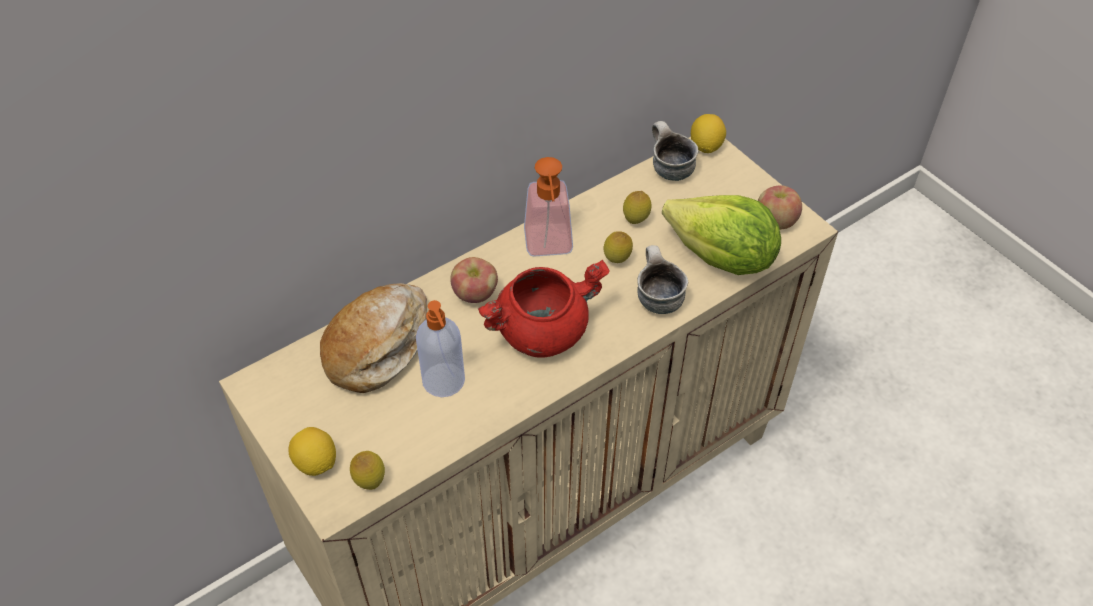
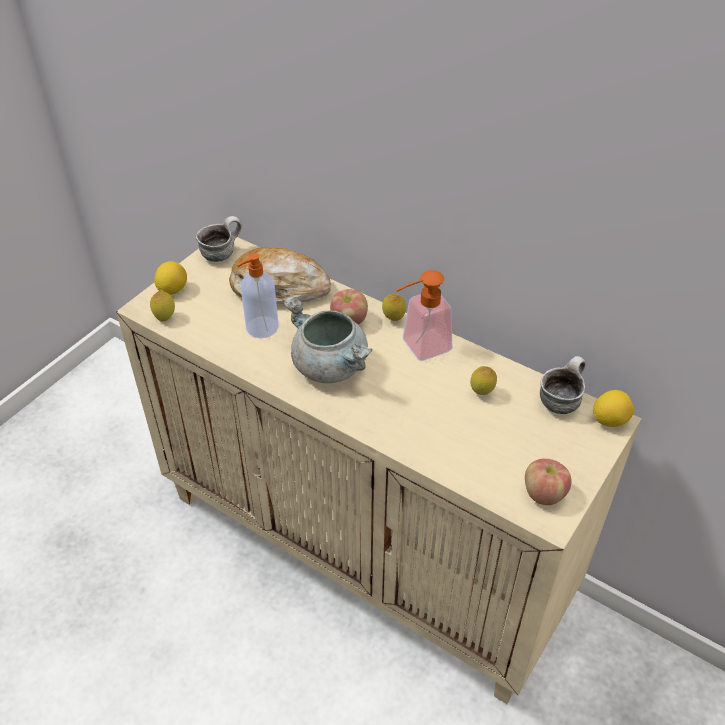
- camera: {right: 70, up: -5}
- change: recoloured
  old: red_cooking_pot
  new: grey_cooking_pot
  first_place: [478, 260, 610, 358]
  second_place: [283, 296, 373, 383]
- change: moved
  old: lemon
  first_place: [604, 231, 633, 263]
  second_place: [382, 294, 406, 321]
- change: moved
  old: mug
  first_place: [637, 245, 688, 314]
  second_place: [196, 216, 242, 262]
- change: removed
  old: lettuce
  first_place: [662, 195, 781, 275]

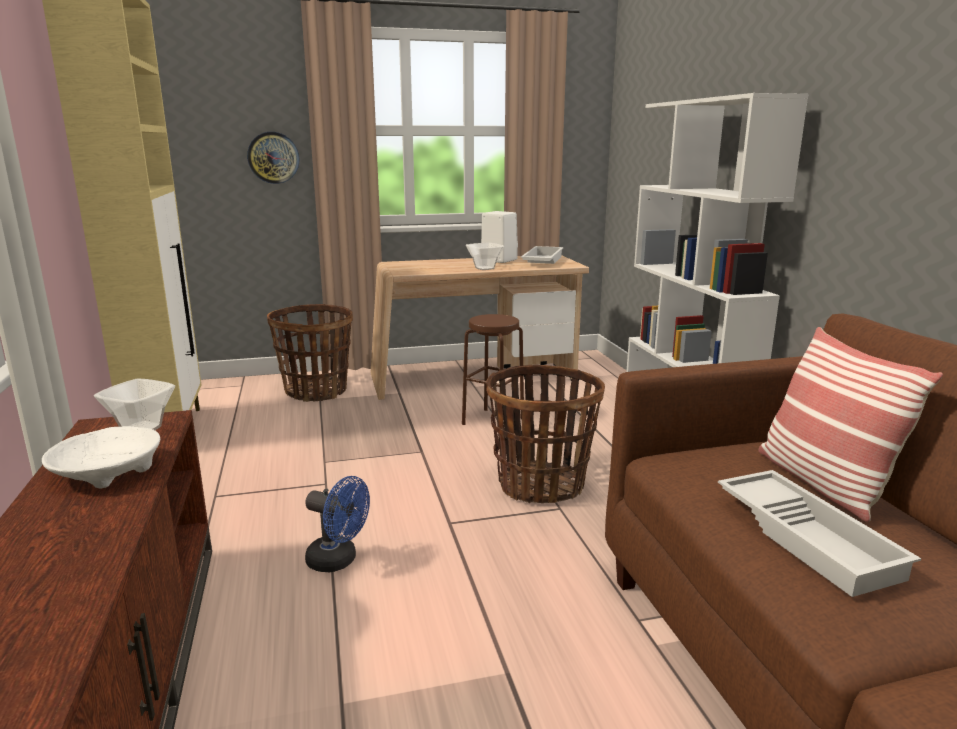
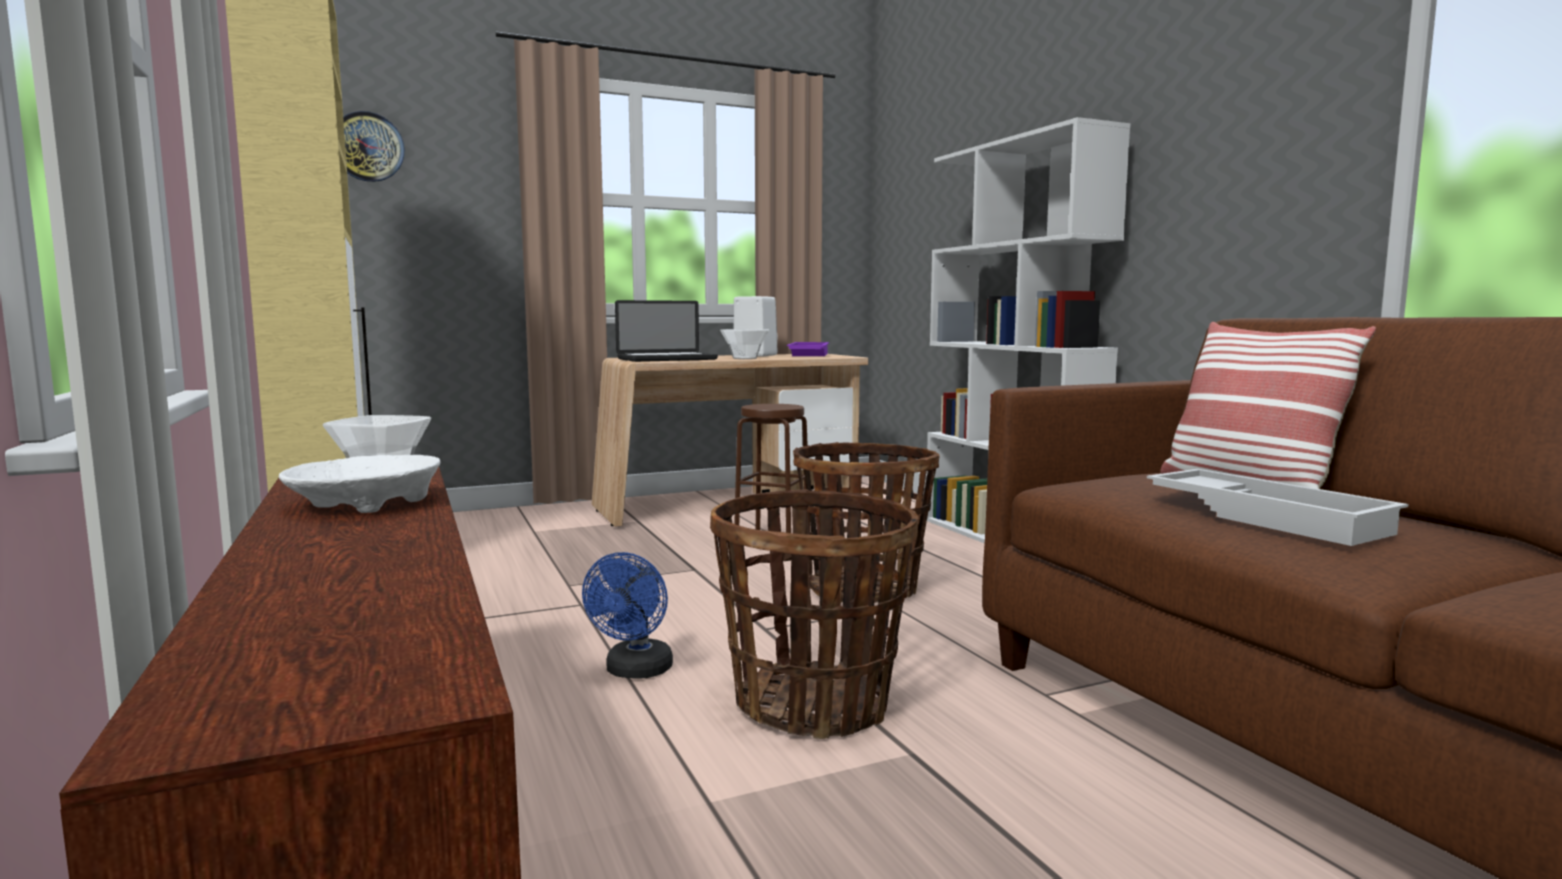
- camera: {right: -10, up: -10}
- change: moved
  old: wall_clock
  first_place: [247, 132, 299, 184]
  second_place: [343, 111, 404, 182]
- change: moved
  old: basket
  first_place: [267, 304, 353, 402]
  second_place: [710, 489, 919, 739]
- change: turned
  old: blue_fan
  first_place: [305, 476, 370, 572]
  second_place: [582, 552, 673, 678]
  degrees: 90
- change: recoloured
  old: white_tray
  new: purple_tray
  first_place: [521, 246, 564, 264]
  second_place: [787, 342, 829, 356]
- change: added
  new: laptop
  second_place: [615, 300, 718, 362]

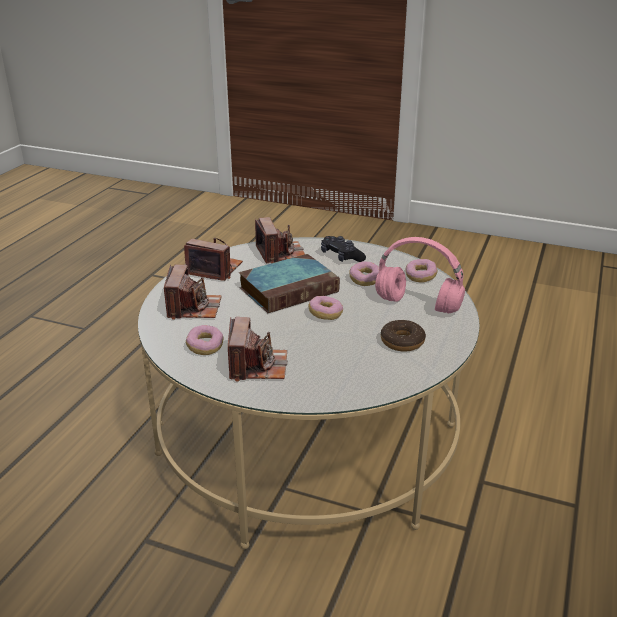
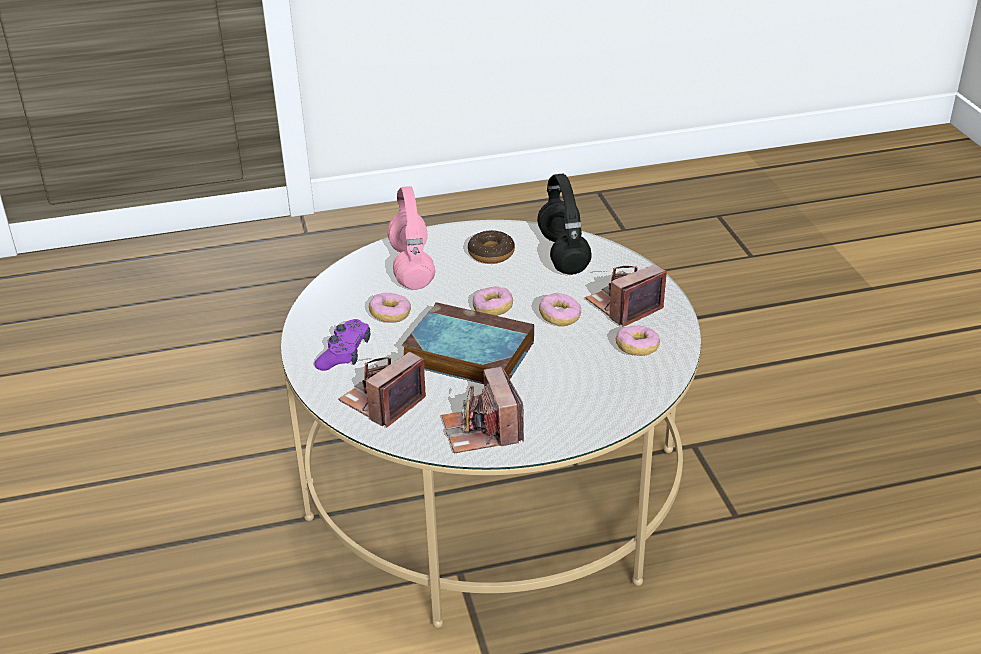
- camera: {right: -125, up: 5}
- change: removed
  old: photo_camera
  first_place: [164, 265, 222, 320]
- change: recoloured
  old: black_game_controller
  new: purple_game_controller
  first_place: [321, 236, 366, 262]
  second_place: [314, 319, 371, 370]
- change: moved
  old: donut
  first_place: [406, 259, 437, 283]
  second_place: [539, 293, 581, 326]
- change: added
  new: black_headphones
  second_place: [537, 174, 592, 275]

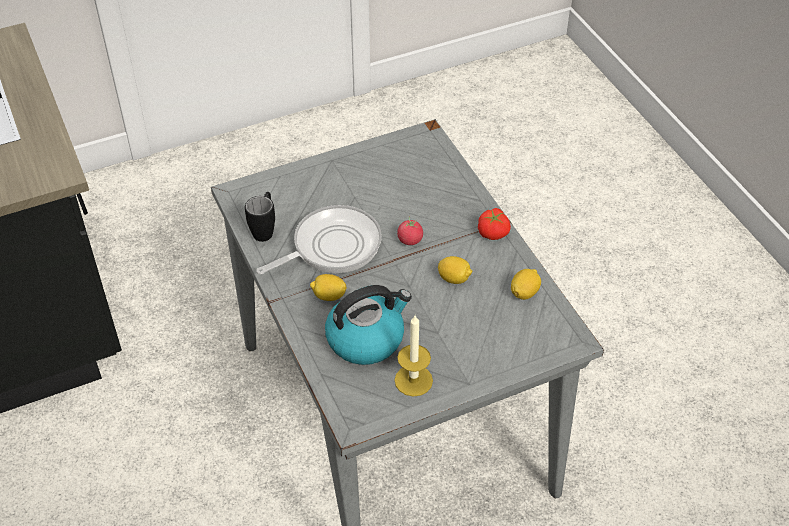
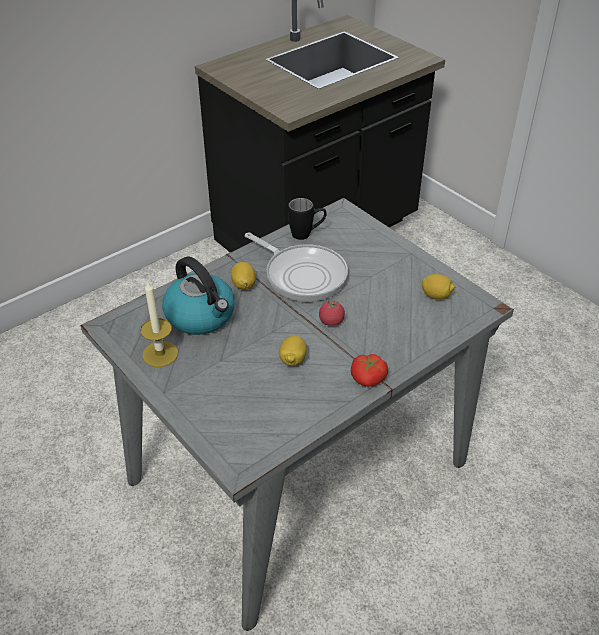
- camera: {right: 75, up: -5}
- change: moved
  old: lemon
  first_place: [511, 269, 541, 300]
  second_place: [422, 274, 455, 300]

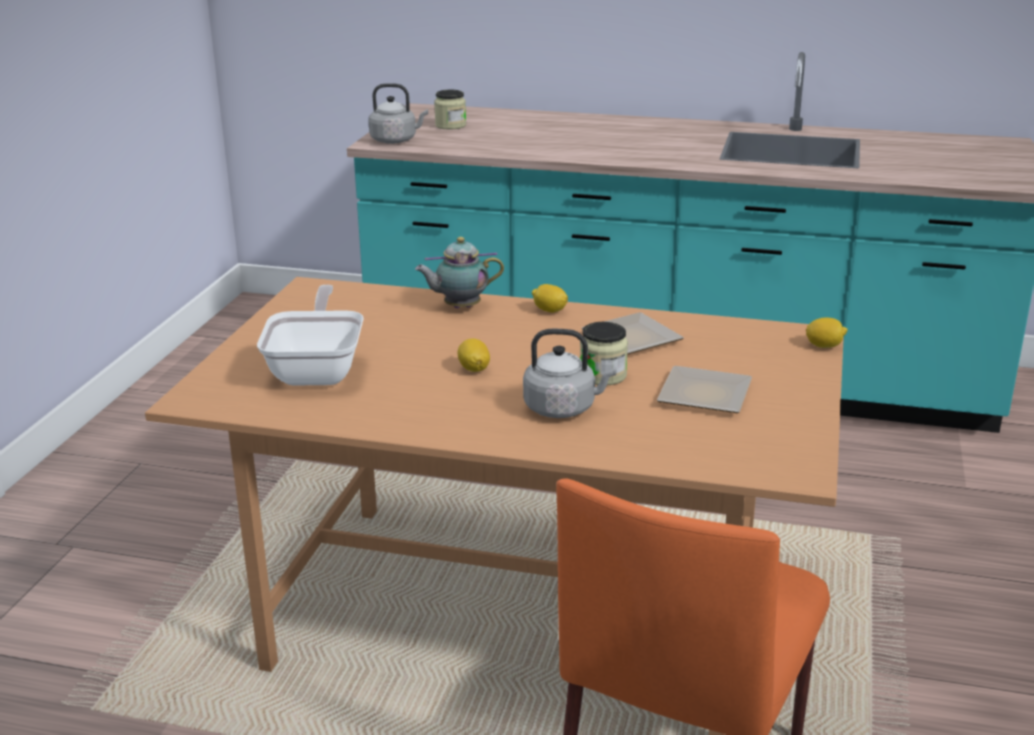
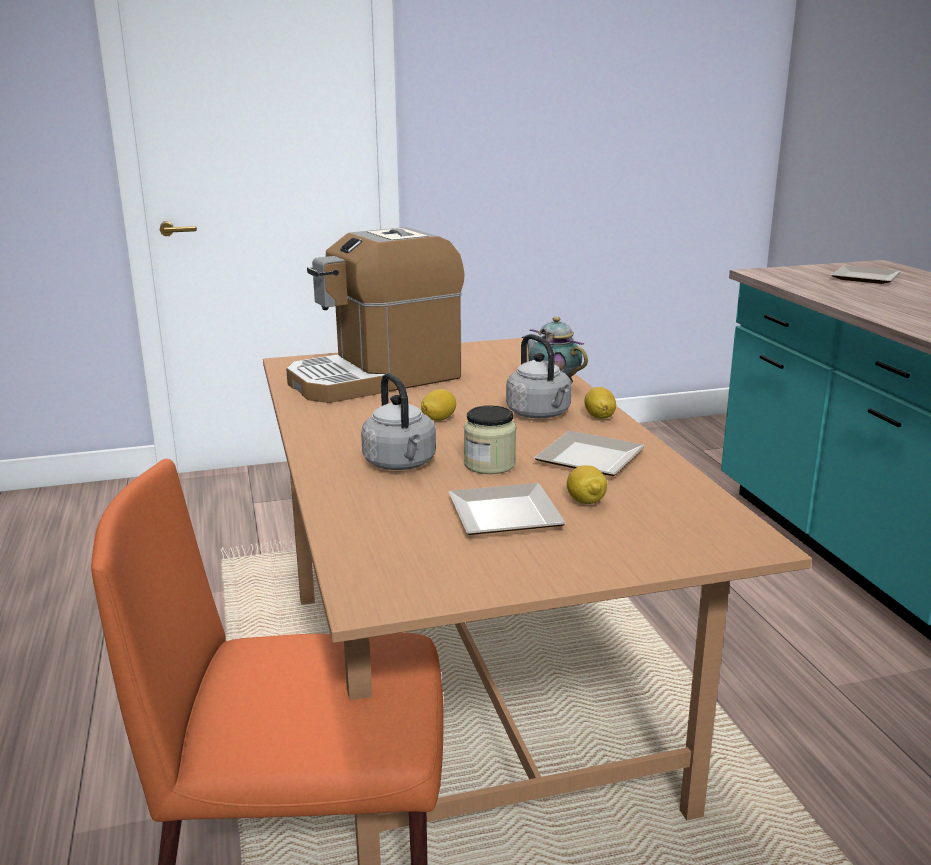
- camera: {right: 60, up: -5}
- change: replaced
  old: frying_pan
  new: coffee_machine
  first_place: [257, 285, 364, 386]
  second_place: [286, 227, 465, 403]
- change: moved
  old: grey_kettle
  first_place: [369, 83, 428, 144]
  second_place: [506, 334, 572, 418]
- change: replaced
  old: jar
  new: plate
  first_place: [434, 90, 466, 130]
  second_place: [831, 265, 901, 284]
- change: moved
  old: lemon
  first_place: [806, 318, 848, 348]
  second_place: [567, 465, 607, 504]

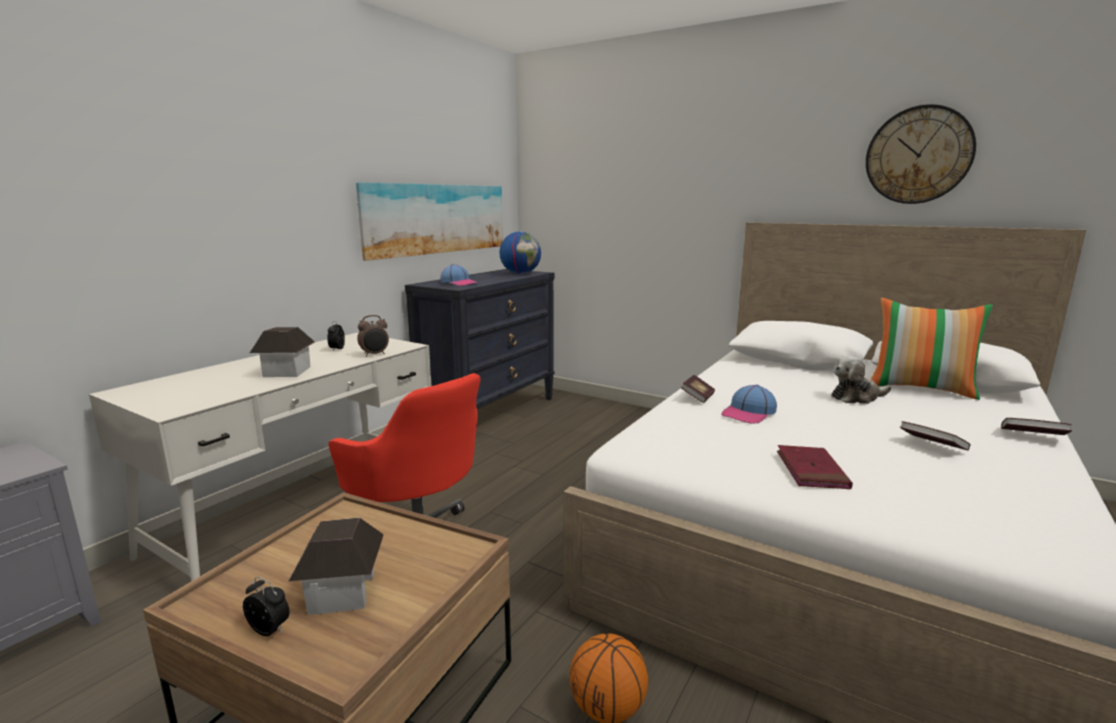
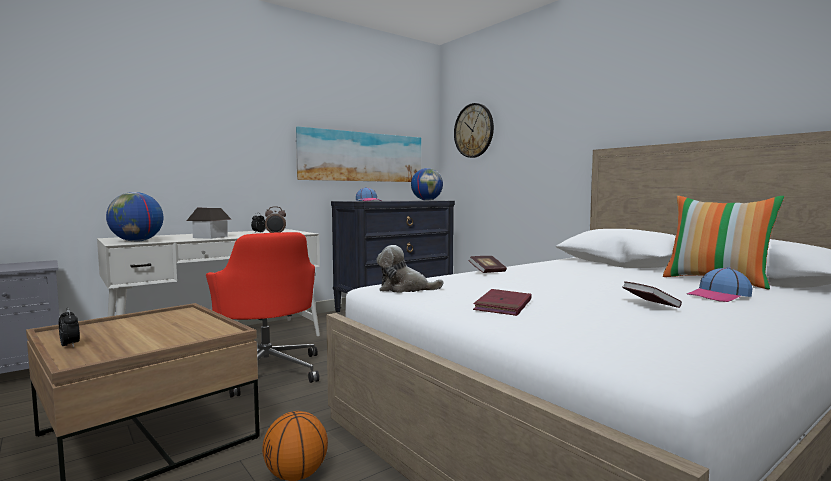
- camera: {right: 20, up: -10}
- change: removed
  old: toy_house
  first_place: [289, 517, 384, 615]
- change: moved
  old: cap
  first_place: [721, 384, 777, 424]
  second_place: [687, 267, 752, 302]
- change: moved
  old: plush_toy
  first_place: [832, 356, 891, 404]
  second_place: [376, 245, 443, 293]
- change: moved
  old: wall_clock
  first_place: [866, 104, 976, 204]
  second_place: [454, 103, 494, 158]
- change: removed
  old: book
  first_place: [1001, 418, 1072, 435]
- change: added
  new: globe
  second_place: [106, 192, 163, 242]

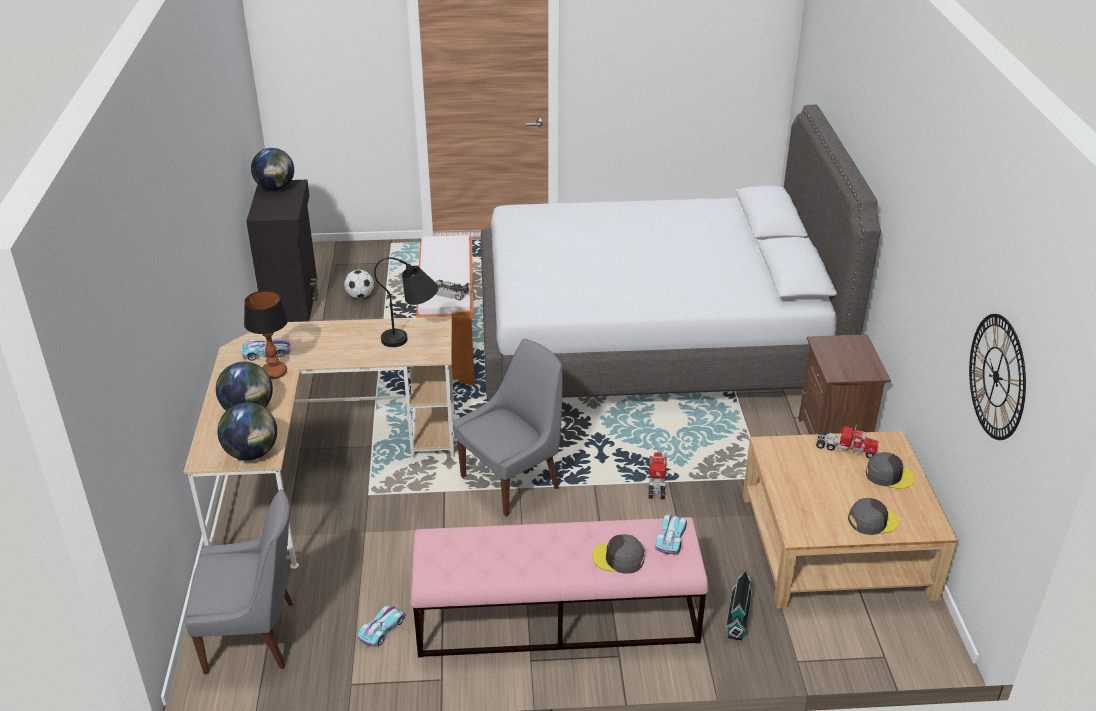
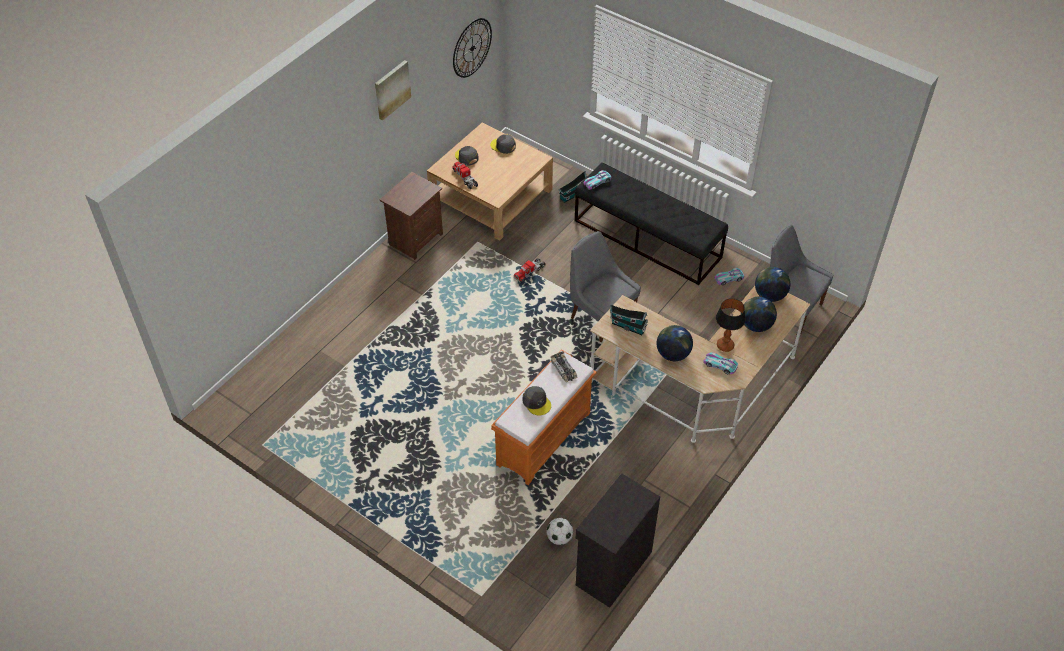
- camera: {right: -140, up: 15}
- change: moved
  old: globe
  first_place: [251, 148, 294, 191]
  second_place: [657, 325, 693, 361]
- change: replaced
  old: black_table_lamp
  new: toy_house
  first_place: [374, 257, 438, 347]
  second_place: [610, 304, 648, 335]
- change: recoloured
  old: pink_bench
  new: black_bench
  first_place: [411, 517, 709, 657]
  second_place: [575, 163, 728, 285]
- change: turned
  old: grey_chair
  first_place: [453, 339, 563, 516]
  second_place: [570, 231, 641, 342]
  degrees: 45
- change: removed
  old: grey_bed
  first_place: [481, 105, 881, 401]
- change: moved
  old: grey_cap
  first_place: [592, 534, 644, 574]
  second_place: [522, 386, 551, 415]
- change: added
  new: picture
  second_place: [375, 60, 411, 121]

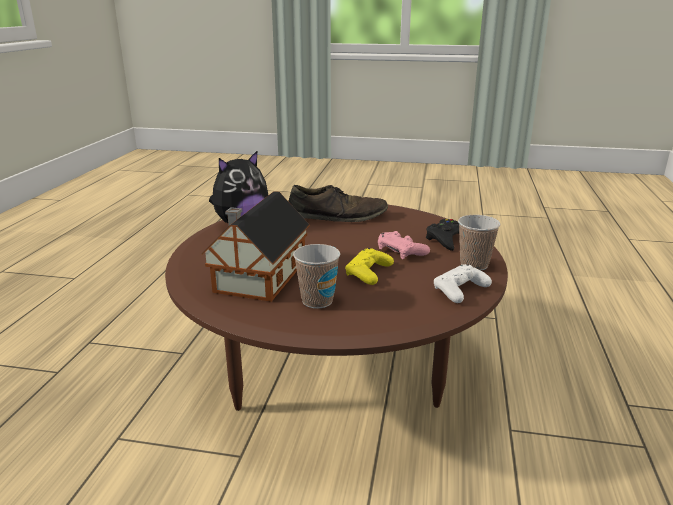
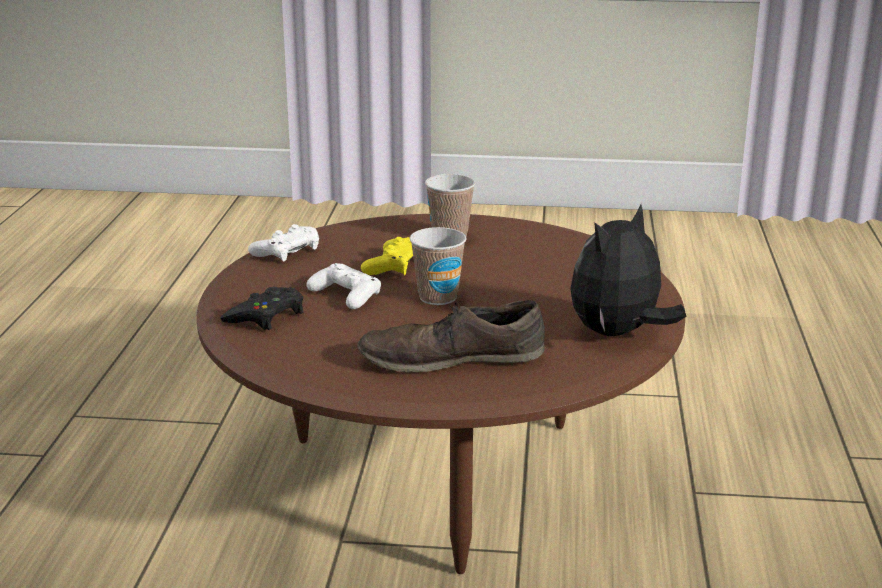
- camera: {right: 175, up: 0}
- change: removed
  old: toy_house
  first_place: [201, 191, 310, 302]
- change: recoloured
  old: pink_game_controller
  new: white_game_controller
  first_place: [378, 231, 430, 259]
  second_place: [306, 263, 381, 309]
- change: moved
  old: cup
  first_place: [458, 215, 500, 270]
  second_place: [410, 227, 467, 305]

